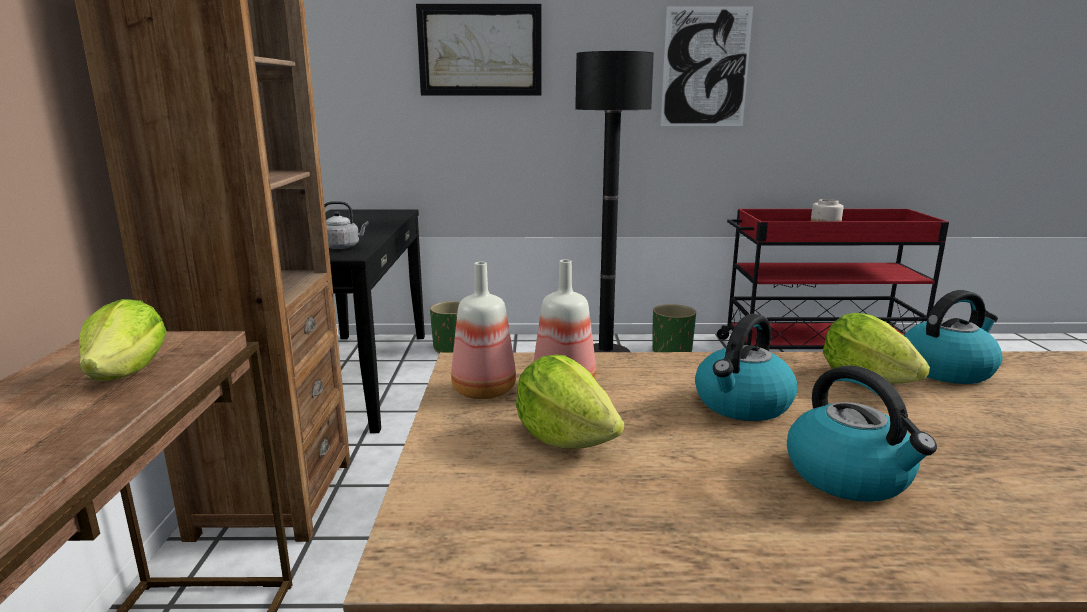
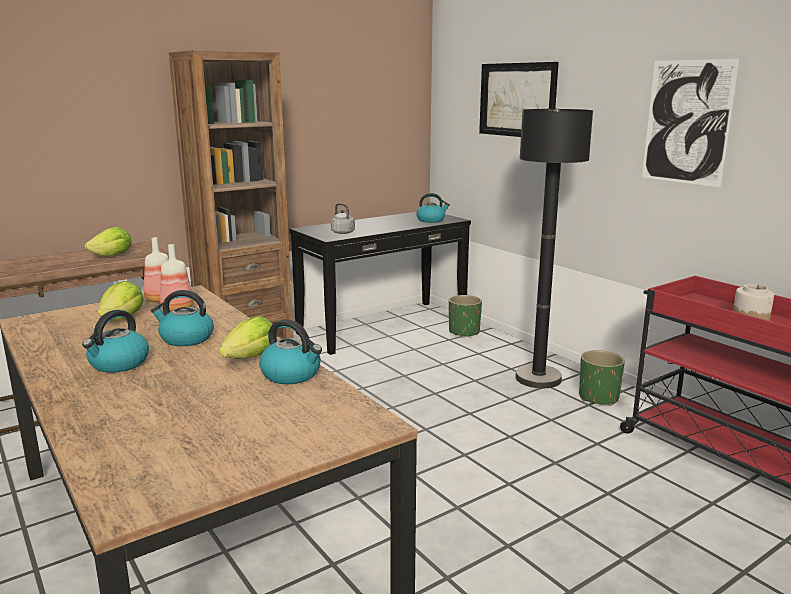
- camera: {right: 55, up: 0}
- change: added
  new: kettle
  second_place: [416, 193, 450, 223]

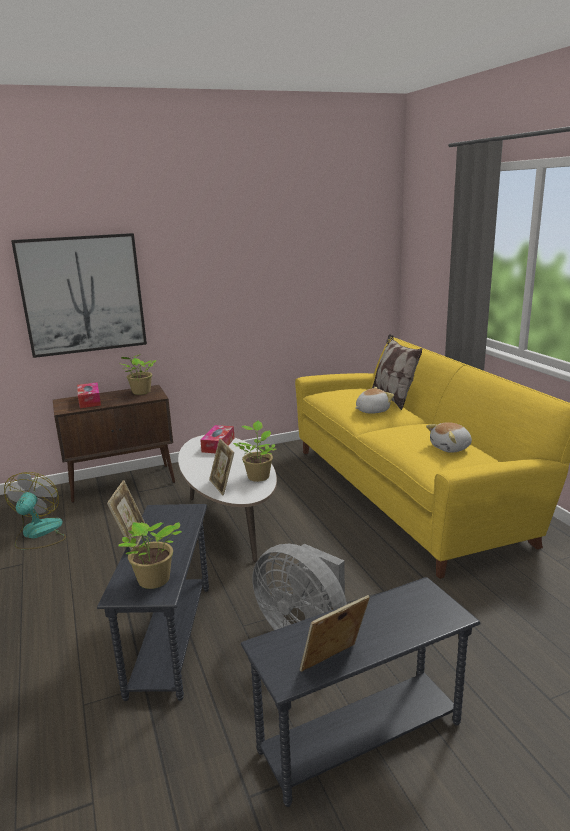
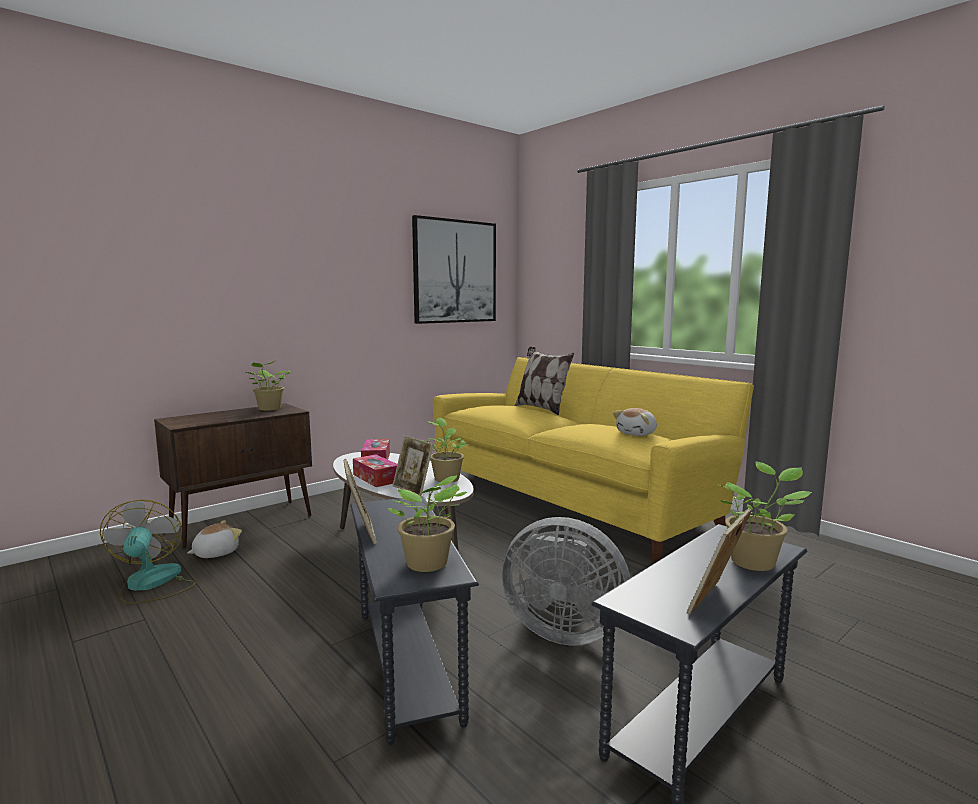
- camera: {right: -20, up: -10}
- change: moved
  old: picture
  first_place: [11, 233, 147, 358]
  second_place: [412, 215, 496, 324]
- change: moved
  old: tissue_box
  first_place: [77, 382, 101, 408]
  second_place: [353, 454, 397, 487]
- change: moved
  old: plush_toy
  first_place: [355, 387, 394, 414]
  second_place: [187, 520, 242, 558]
- change: added
  new: potted_plant
  second_place: [719, 461, 812, 571]

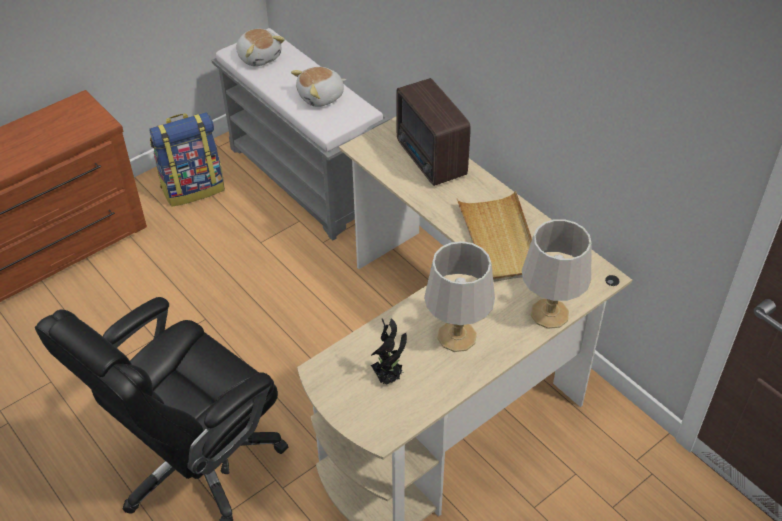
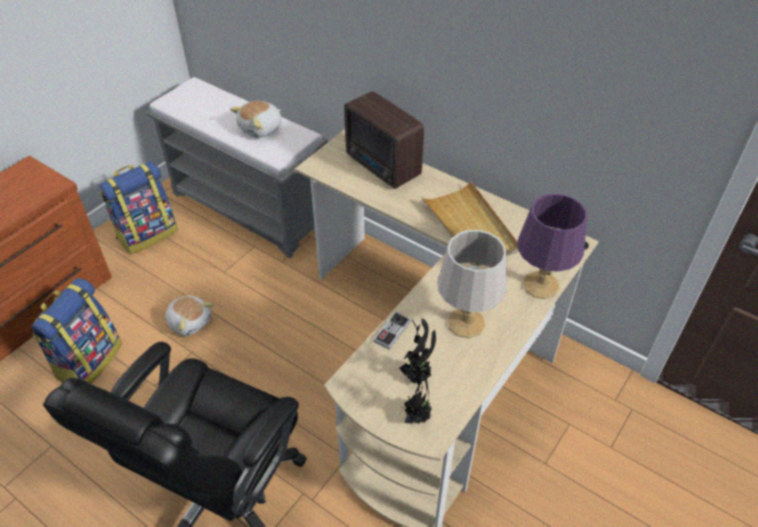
- camera: {right: -15, up: 0}
- change: moved
  old: plush_toy
  first_place: [236, 29, 285, 66]
  second_place: [165, 296, 214, 336]
- change: recoloured
  old: grey_table_lamp
  new: purple_table_lamp
  first_place: [522, 219, 591, 329]
  second_place: [518, 193, 587, 299]
- change: added
  new: backpack
  second_place: [31, 278, 122, 384]
- change: added
  new: game_controller
  second_place: [374, 312, 411, 350]
- change: added
  new: potted_plant
  second_place: [401, 360, 432, 424]

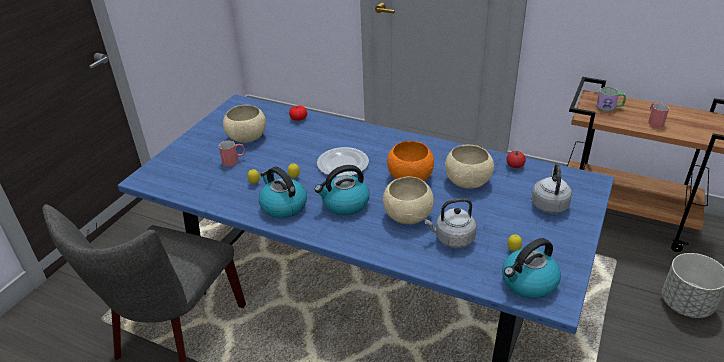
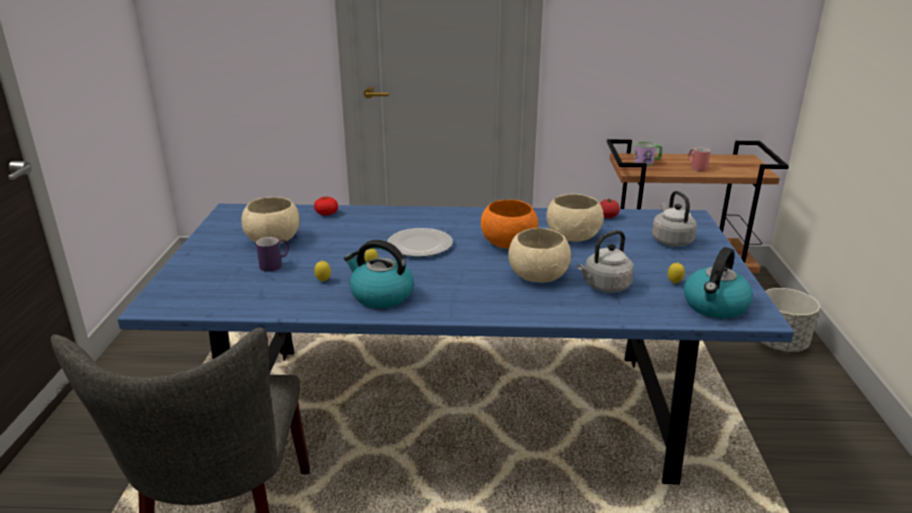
- camera: {right: -25, up: -10}
- change: recoloured
  old: red_mug
  new: purple_mug
  first_place: [219, 141, 245, 166]
  second_place: [256, 237, 290, 272]
- change: removed
  old: kettle
  first_place: [314, 165, 370, 216]

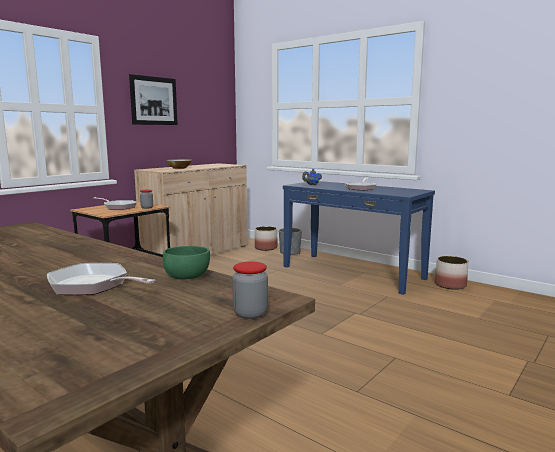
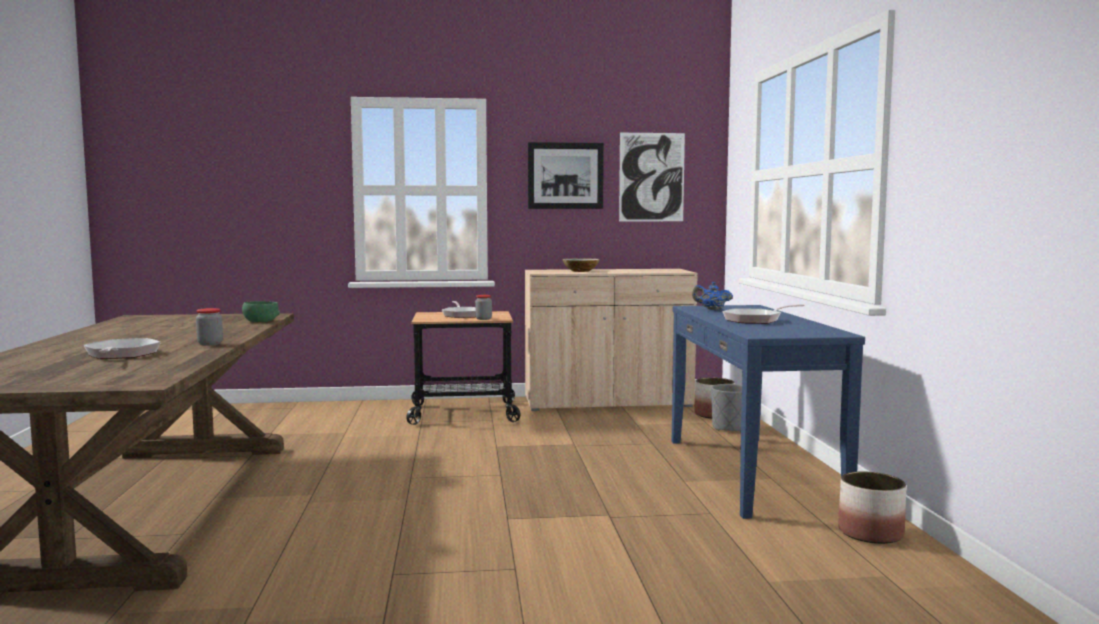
- camera: {right: 45, up: -5}
- change: moved
  old: green_bowl
  first_place: [163, 246, 210, 279]
  second_place: [242, 301, 280, 322]
- change: moved
  old: jar
  first_place: [232, 261, 268, 319]
  second_place: [196, 308, 223, 346]
- change: added
  new: picture
  second_place: [619, 133, 685, 221]

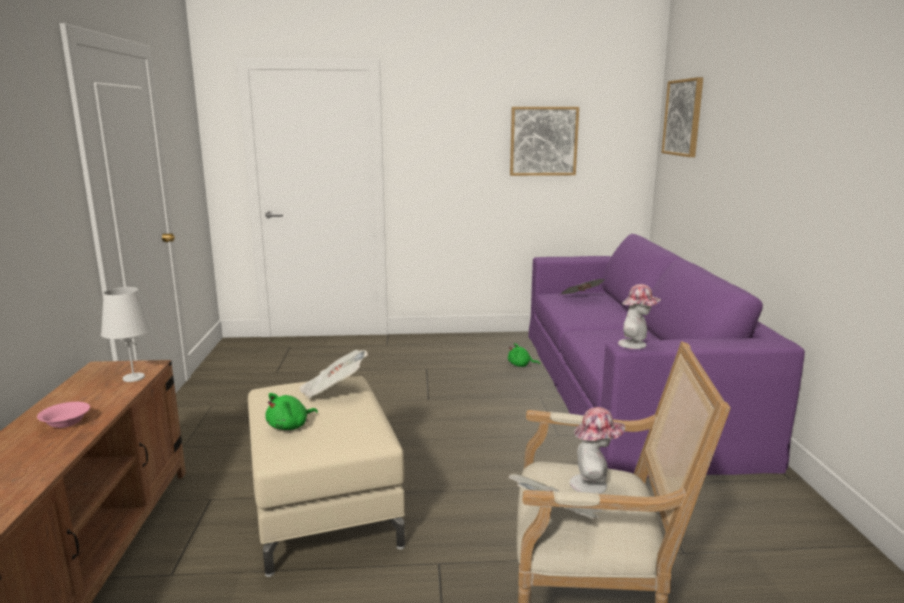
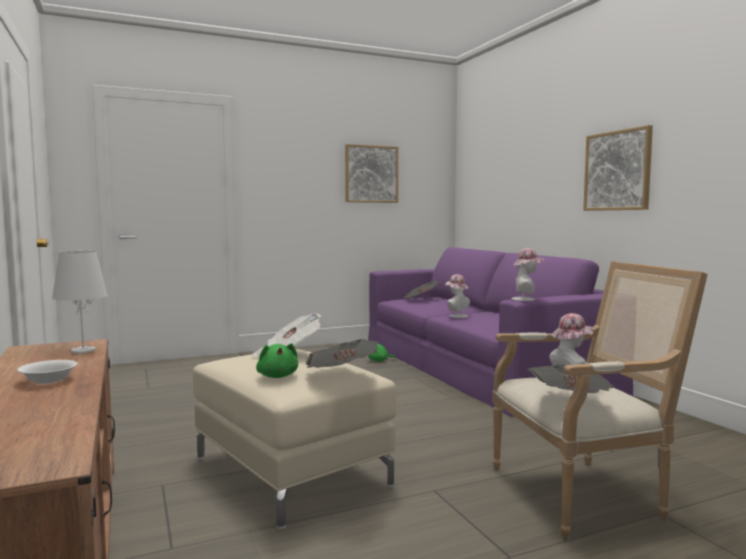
- camera: {right: -20, up: -10}
- change: recoloured
  old: pink_bowl
  new: white_bowl
  first_place: [37, 402, 90, 428]
  second_place: [17, 360, 78, 384]
- change: turned
  old: green_plush_toy
  first_place: [265, 393, 318, 430]
  second_place: [256, 343, 298, 378]
  degrees: -45
- change: moved
  old: picture
  first_place: [662, 77, 703, 157]
  second_place: [583, 125, 653, 211]
- change: added
  new: newspaper
  second_place: [306, 339, 378, 368]
- change: added
  new: hat
  second_place: [446, 274, 470, 318]

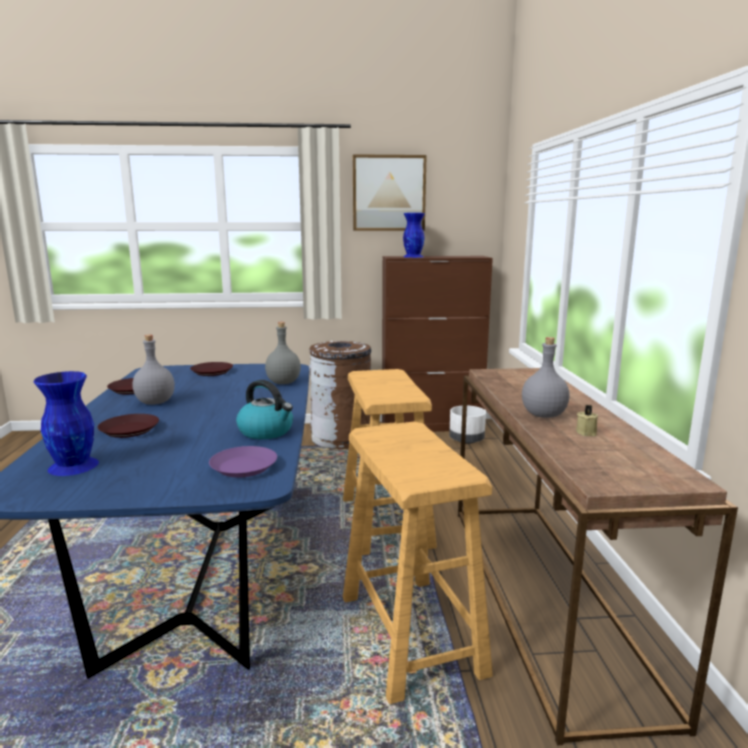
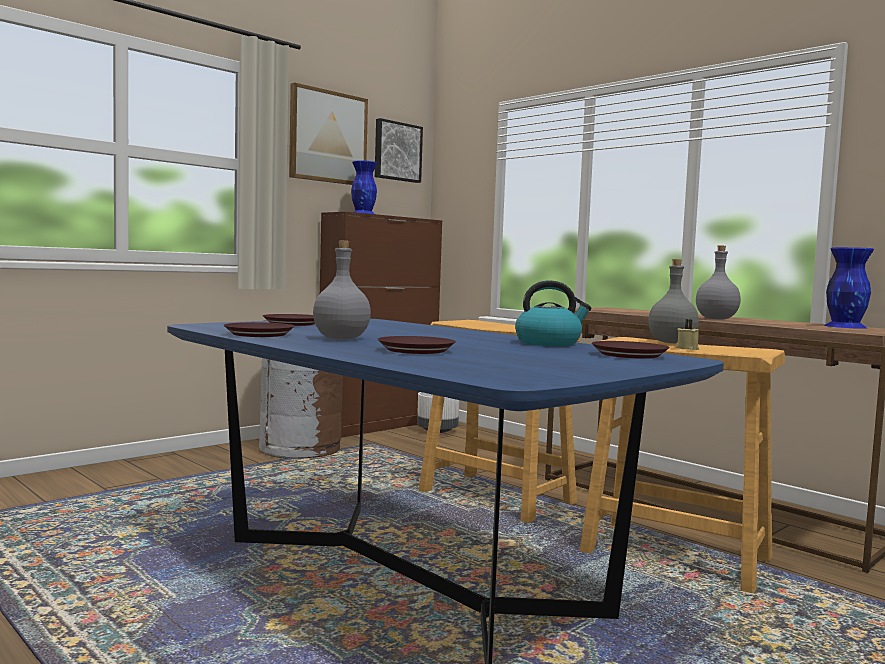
- camera: {right: -40, up: -10}
- change: moved
  old: blue_vase
  first_place: [34, 371, 99, 476]
  second_place: [824, 247, 874, 329]
- change: recoloured
  old: purple_plate
  new: brown_plate
  first_place: [209, 446, 277, 477]
  second_place: [592, 341, 670, 359]
- change: moved
  old: grey_bottle
  first_place: [265, 322, 301, 384]
  second_place: [648, 259, 699, 343]
- change: moved
  old: beige_candle
  first_place: [576, 405, 598, 436]
  second_place: [675, 319, 699, 350]
- change: added
  new: picture
  second_place: [375, 118, 423, 183]

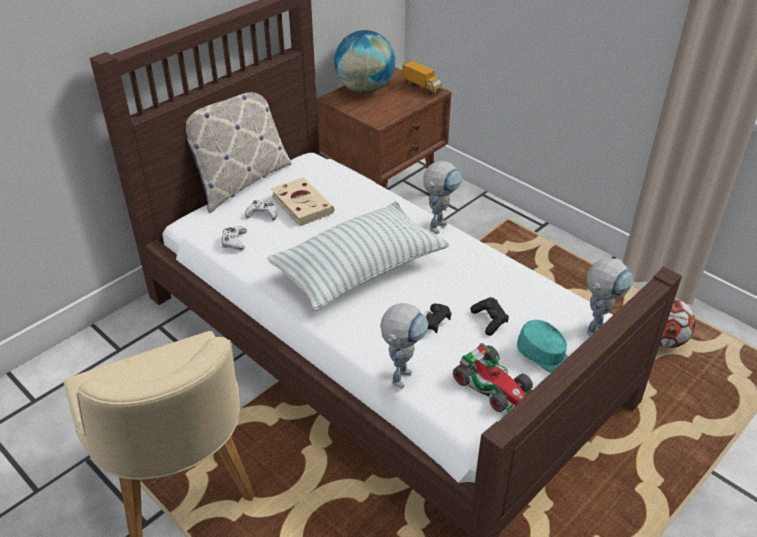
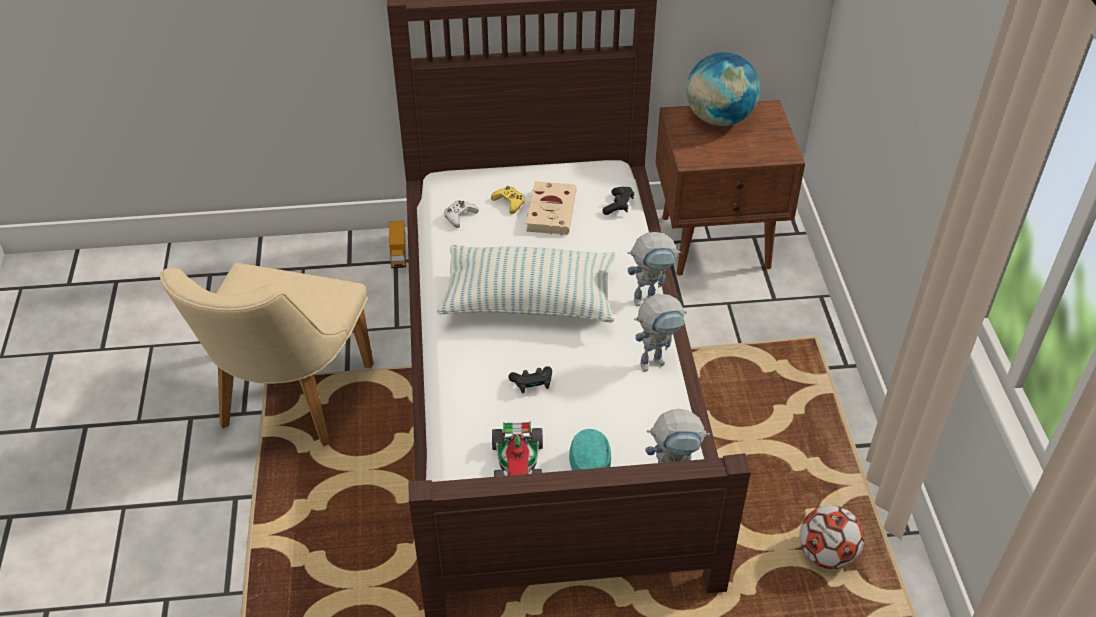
- camera: {right: 40, up: 5}
- change: removed
  old: pillow
  first_place: [186, 61, 291, 213]
- change: recoloured
  old: white_game_controller
  new: yellow_game_controller
  first_place: [245, 200, 277, 220]
  second_place: [491, 186, 525, 214]
- change: moved
  old: toy_robot
  first_place: [380, 303, 428, 389]
  second_place: [634, 294, 687, 372]
- change: moved
  old: toy_truck
  first_place: [402, 60, 443, 95]
  second_place: [389, 221, 406, 268]
- change: moved
  old: black_game_controller
  first_place: [470, 297, 509, 336]
  second_place: [603, 187, 634, 215]

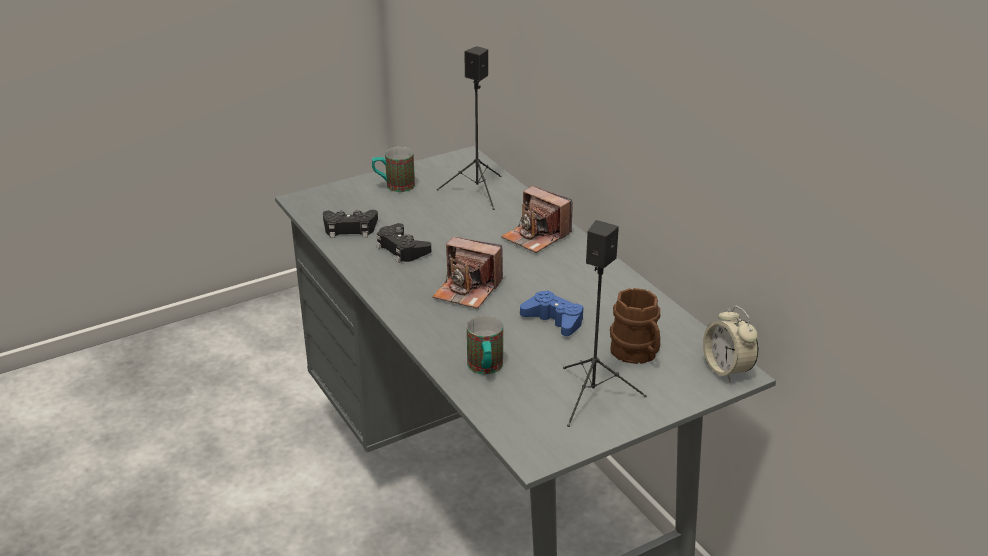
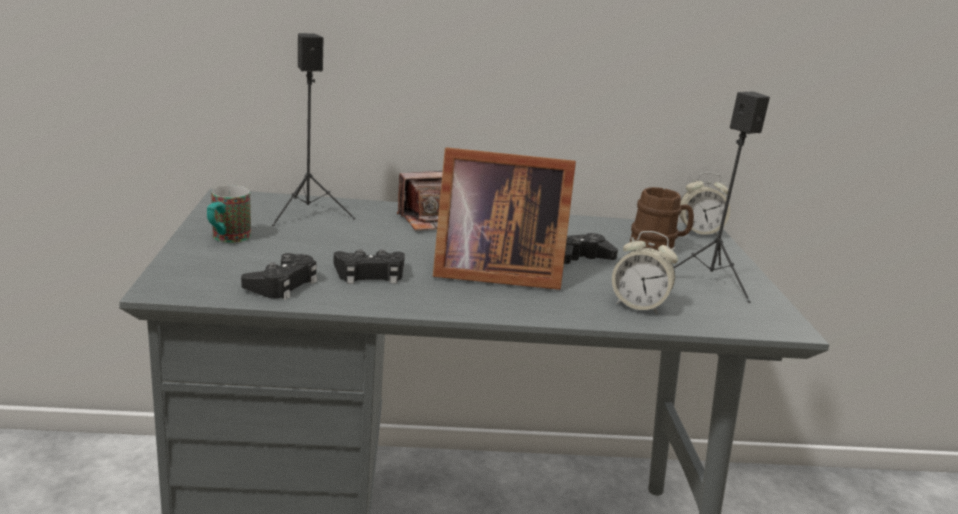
- camera: {right: -65, up: -10}
- change: replaced
  old: photo_camera
  new: picture_frame
  first_place: [432, 237, 503, 309]
  second_place: [433, 147, 576, 290]
- change: replaced
  old: mug
  new: alarm_clock
  first_place: [467, 315, 503, 374]
  second_place: [612, 231, 678, 314]
- change: recoloured
  old: blue_game_controller
  new: black_game_controller
  first_place: [520, 290, 583, 336]
  second_place: [564, 233, 618, 264]

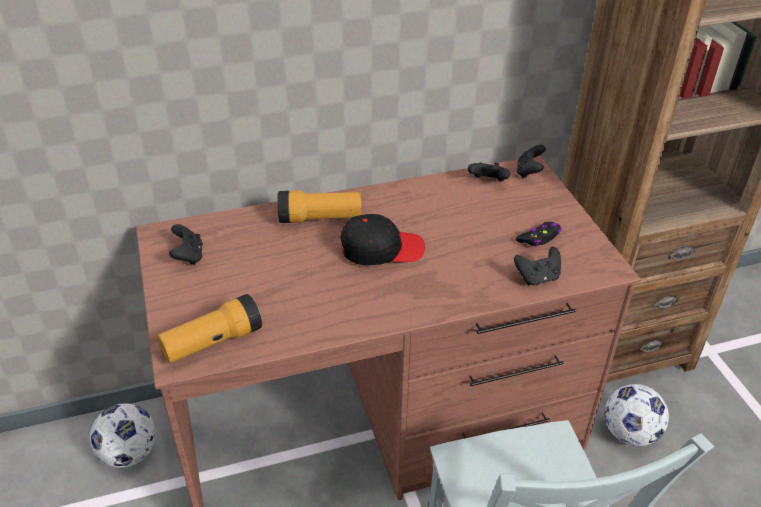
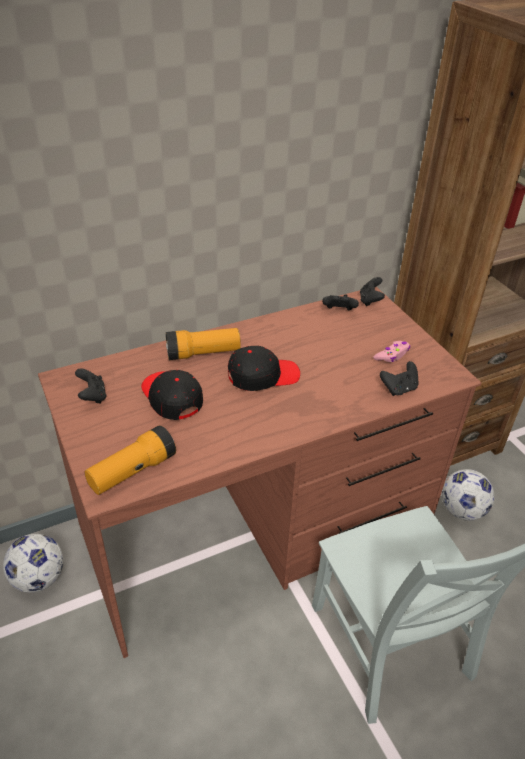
- camera: {right: -10, up: 0}
- change: recoloured
  old: black_game_controller
  new: pink_game_controller
  first_place: [516, 222, 562, 246]
  second_place: [373, 341, 410, 362]
- change: added
  new: black_cap
  second_place: [141, 370, 203, 420]

